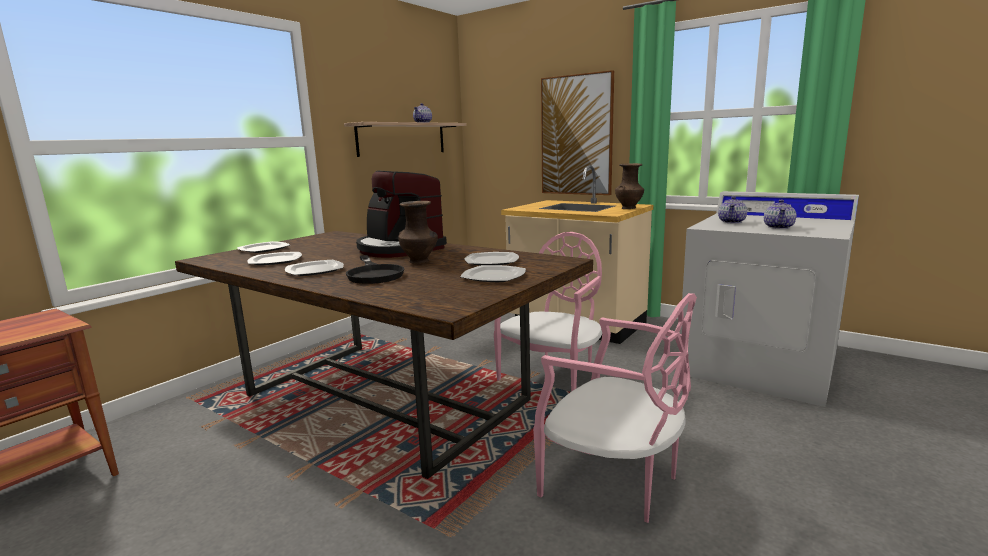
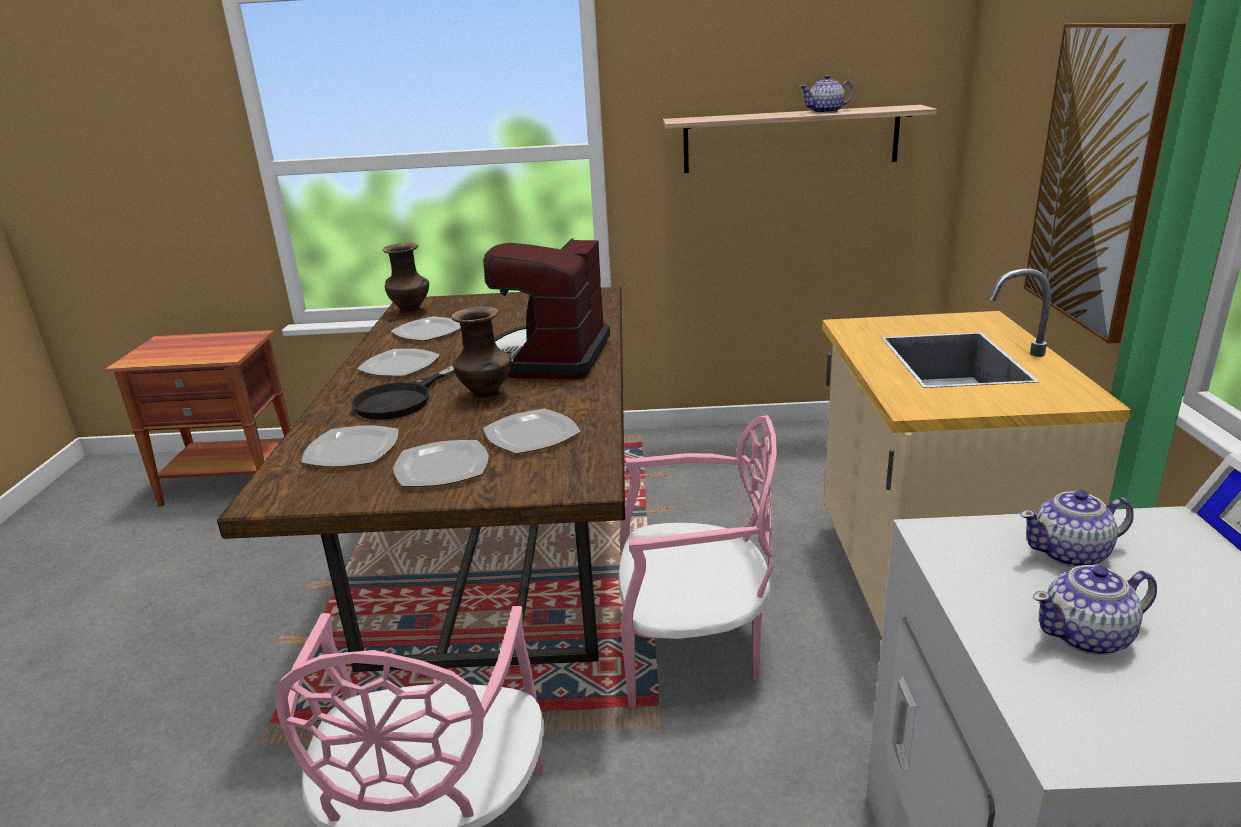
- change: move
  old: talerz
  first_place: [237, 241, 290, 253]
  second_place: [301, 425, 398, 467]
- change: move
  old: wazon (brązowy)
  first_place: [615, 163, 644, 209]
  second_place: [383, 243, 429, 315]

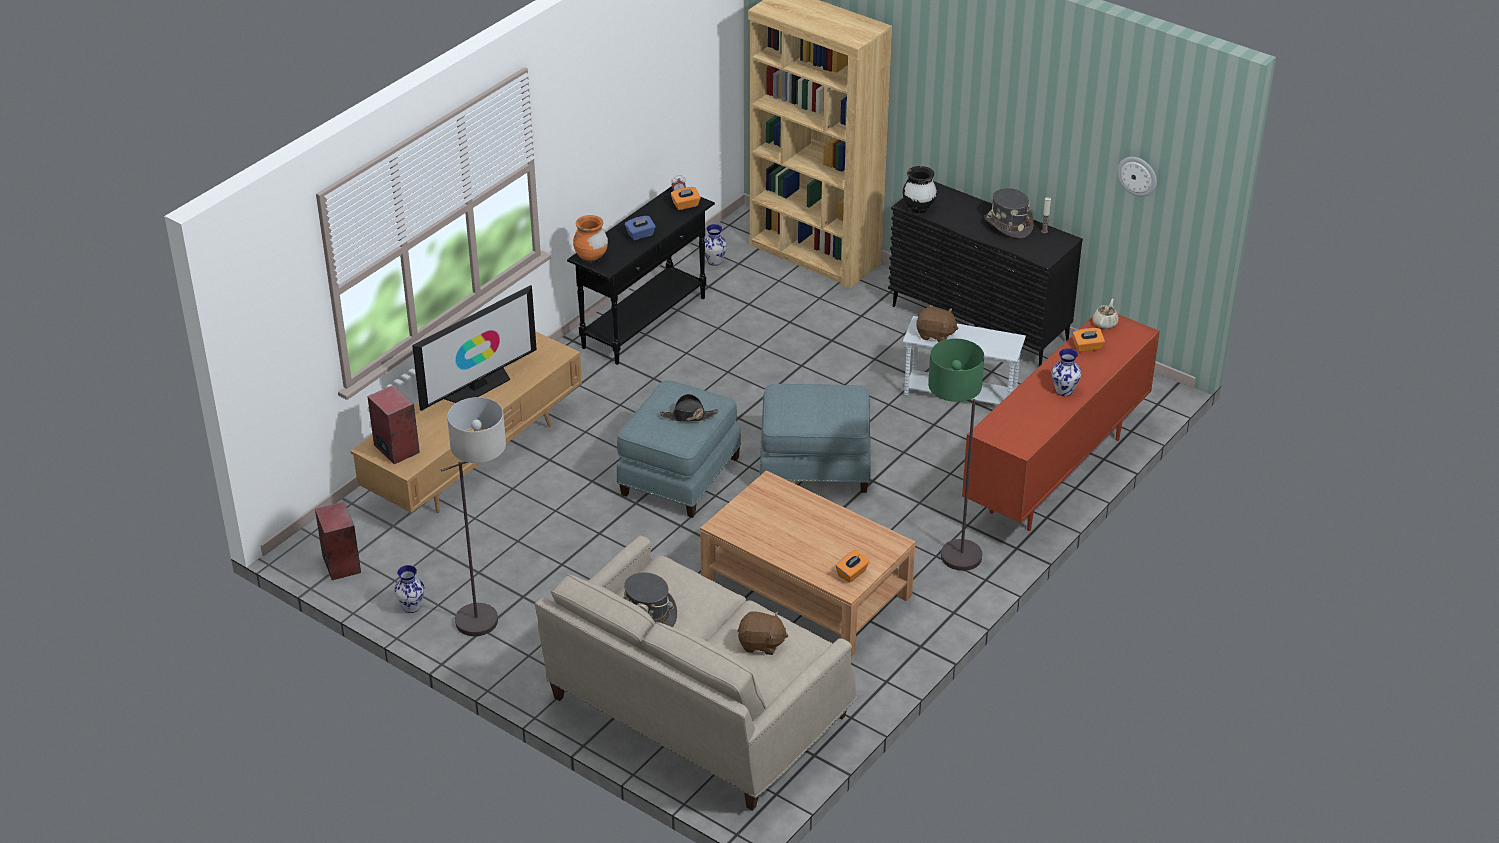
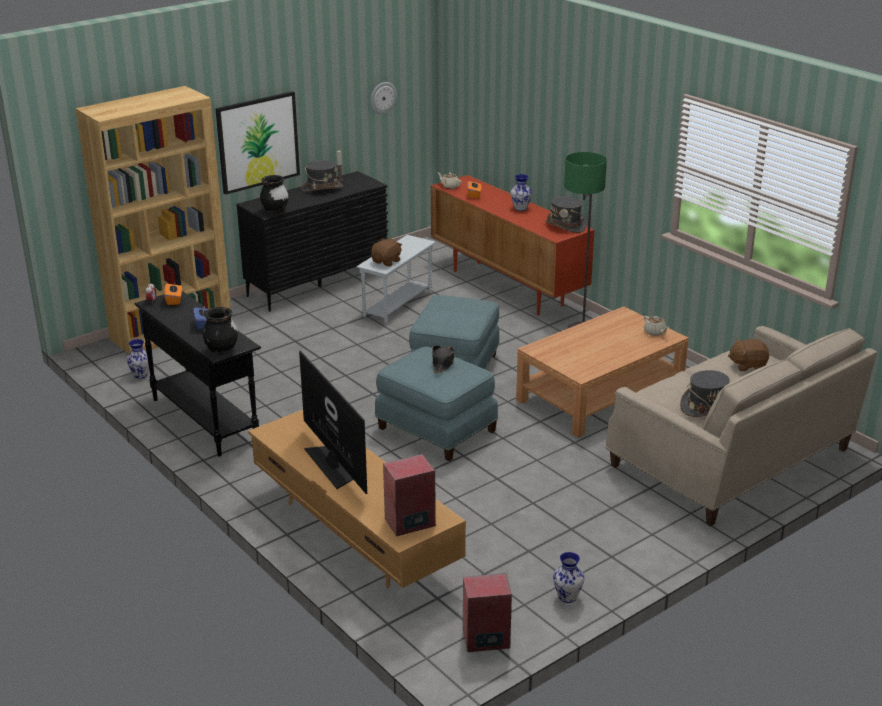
- change: recolor
  old: wazon (pomarańczowy)
  new: wazon (czarny)
  first_place: [573, 215, 608, 263]
  second_place: [203, 307, 238, 355]
- change: insert
  new: obraz
  second_place: [215, 91, 300, 195]
- change: insert
  new: kapelusz (szary)
  second_place: [545, 196, 586, 233]
- change: replace
  old: pudełko chusteczek (pomarańczowy)
  new: imbryk (beżowy)
  first_place: [836, 550, 869, 583]
  second_place: [644, 316, 669, 336]
- change: rotate
  old: pluszak (brązowy)
  first_place: [738, 611, 788, 655]
  second_place: [728, 339, 769, 371]
  degrees: -120
- change: delete
  old: lampa stojąca (szary)
  first_place: [441, 397, 506, 636]

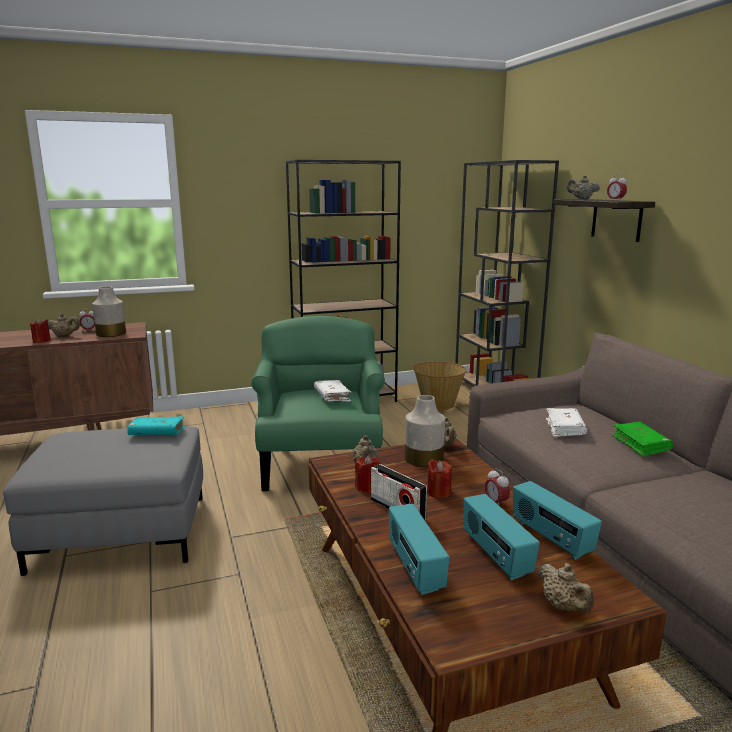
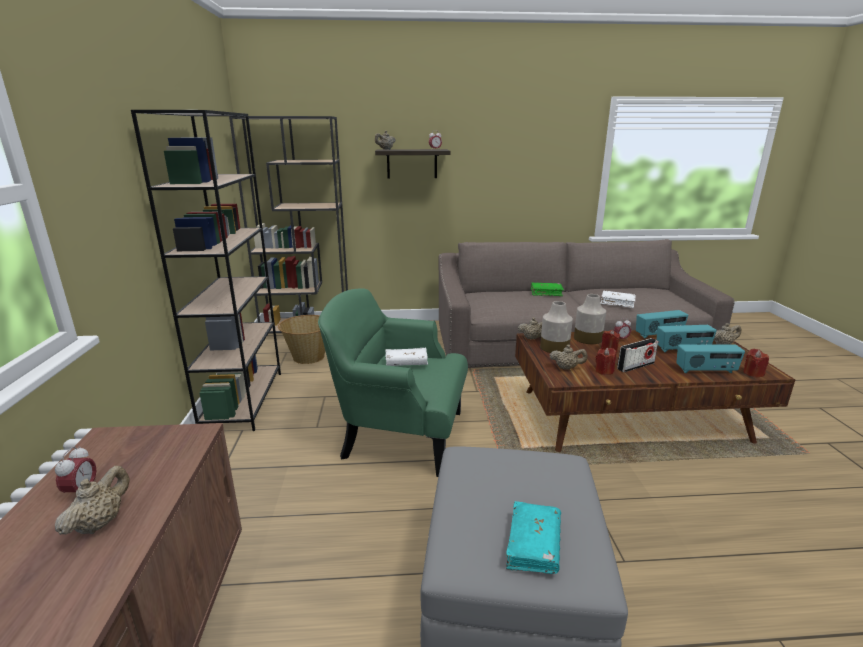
- change: move
  old: książka (turkusowy)
  first_place: [127, 416, 185, 435]
  second_place: [506, 501, 561, 574]
- change: move
  old: wazon (beżowy)
  first_place: [92, 286, 126, 337]
  second_place: [574, 294, 606, 344]
- change: move
  old: książka (biały)
  first_place: [546, 408, 587, 437]
  second_place: [600, 291, 636, 308]
- change: move
  old: świeca (czerwony)
  first_place: [30, 318, 51, 343]
  second_place: [743, 349, 769, 377]

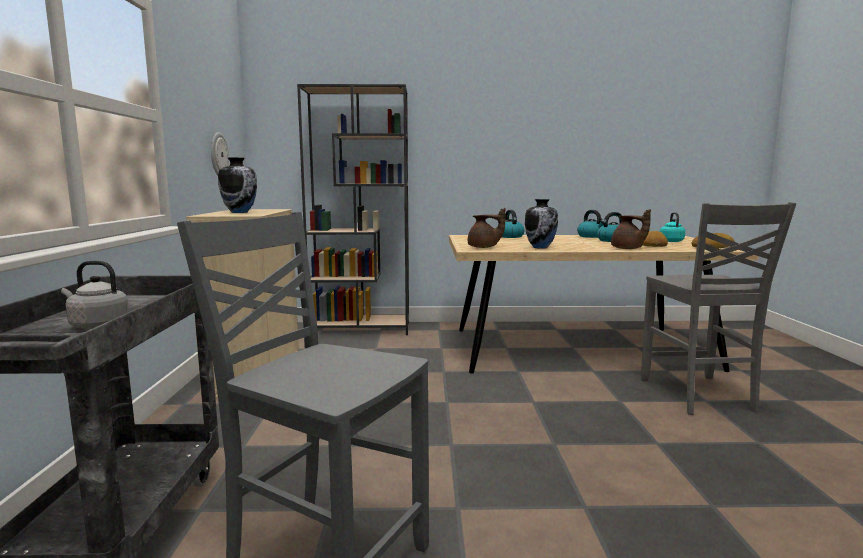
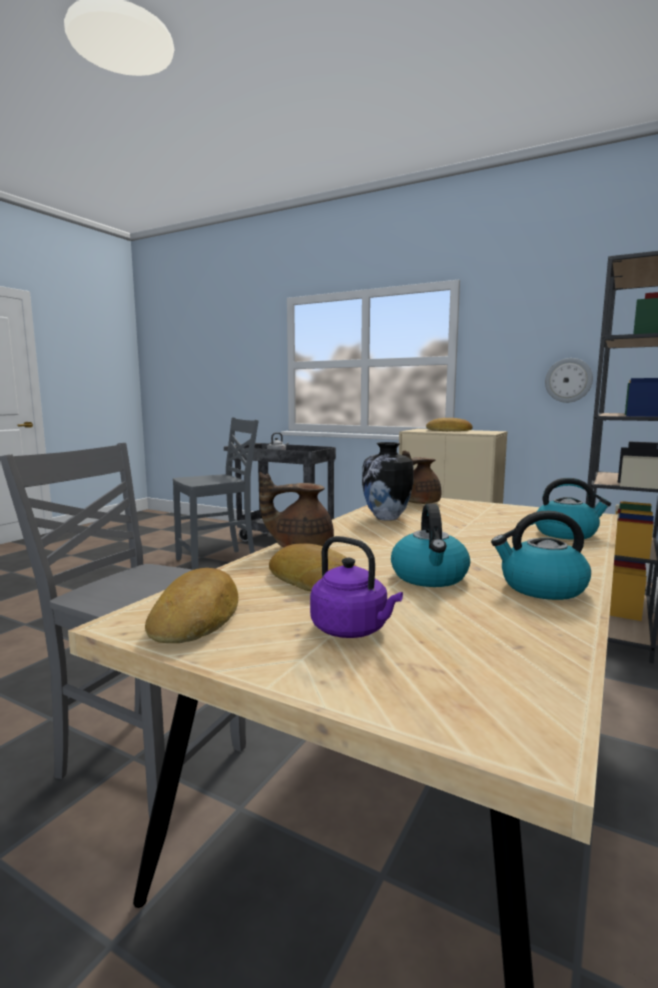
- change: recolor
  old: czajnik (turkusowy)
  new: czajnik (fioletowy)
  first_place: [660, 212, 685, 242]
  second_place: [310, 536, 403, 638]
- change: replace
  old: wazon
  new: chleb
  first_place: [218, 158, 257, 213]
  second_place: [426, 418, 473, 431]

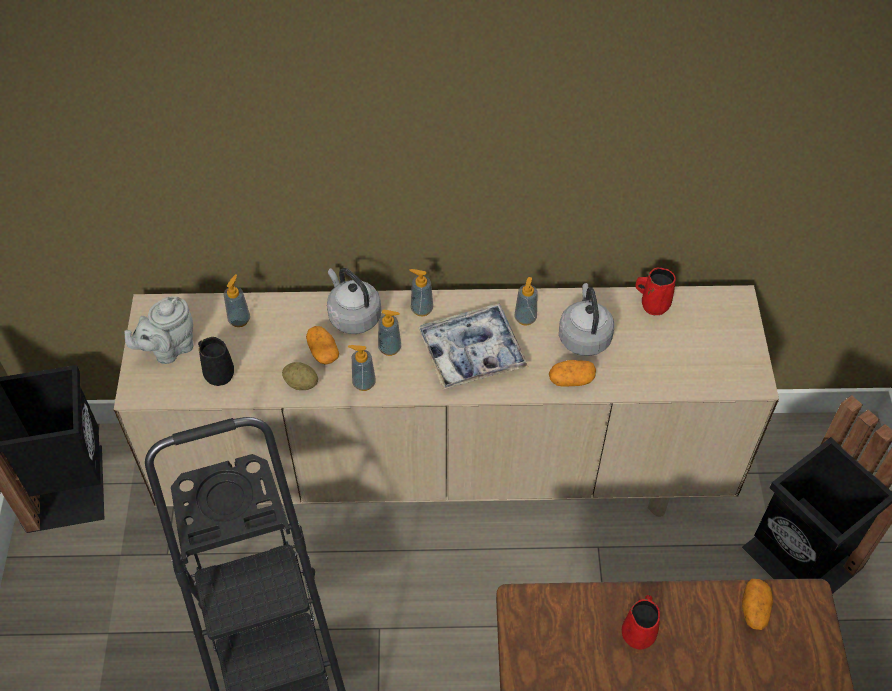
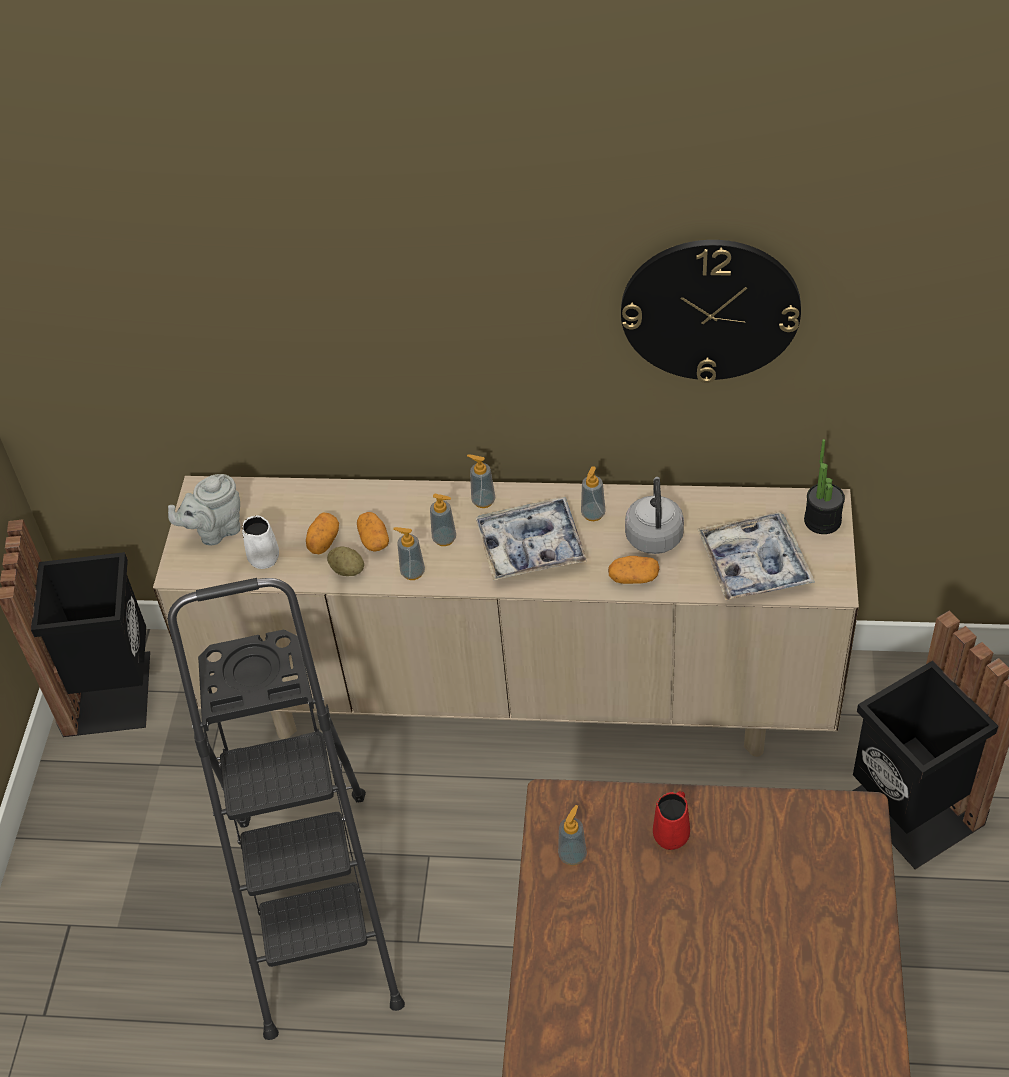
- change: recolor
  old: kubek (czarny)
  new: kubek (biały)
  first_place: [198, 337, 234, 386]
  second_place: [242, 515, 279, 569]
- change: move
  old: ziemniak
  first_place: [742, 579, 773, 630]
  second_place: [306, 512, 339, 554]
- change: move
  old: dozownik mydła
  first_place: [224, 274, 250, 327]
  second_place: [558, 805, 587, 866]
- change: insert
  new: zegar ścienny
  second_place: [621, 240, 801, 383]
- change: insert
  new: taca
  second_place: [697, 512, 815, 601]
- change: insert
  new: roślina doniczkowa
  second_place: [804, 439, 845, 534]
- change: delete
  old: czajnik (szary)
  first_place: [327, 268, 381, 334]
- change: delete
  old: kubek (czerwony)
  first_place: [635, 268, 676, 315]

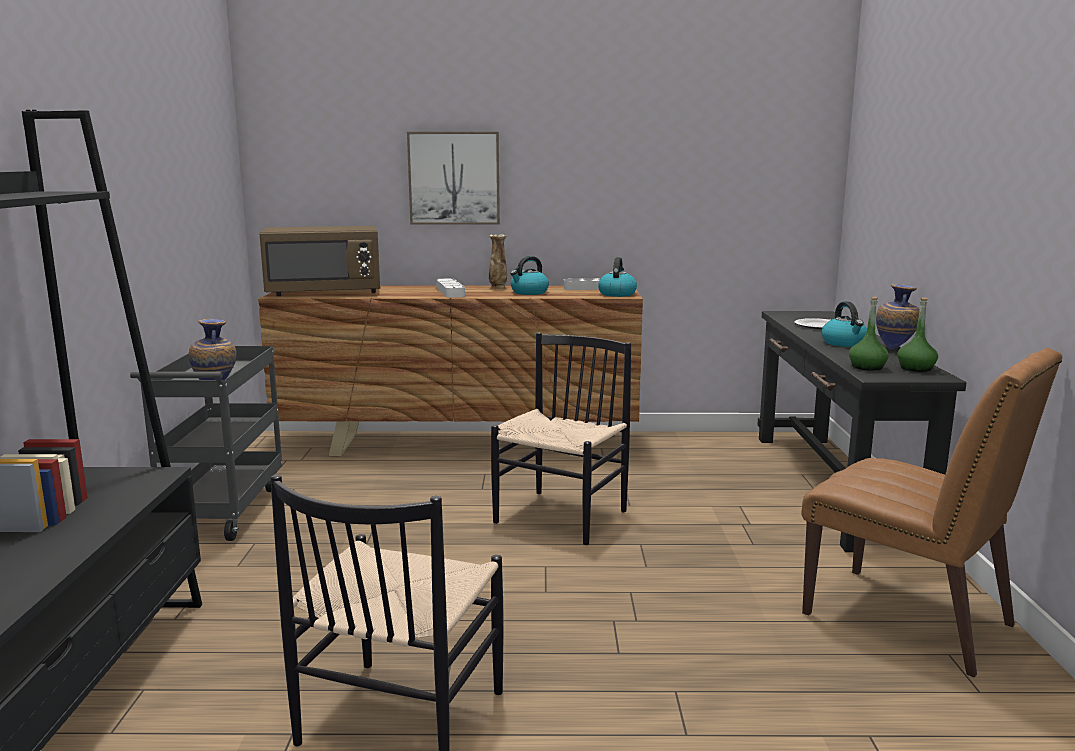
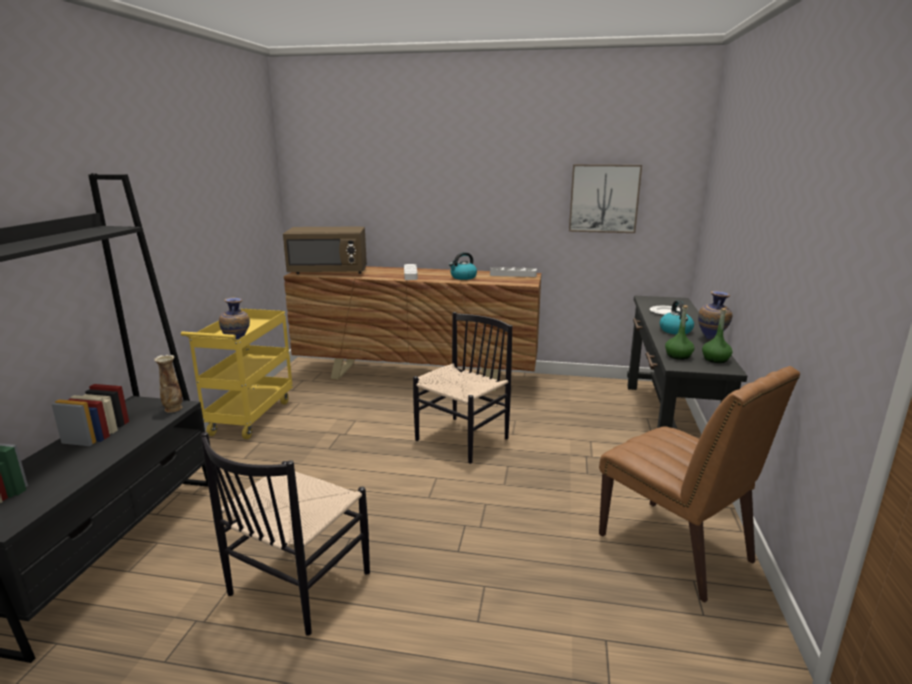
- change: move
  old: wazon
  first_place: [489, 234, 507, 289]
  second_place: [154, 355, 182, 413]
- change: recolor
  old: wózek (szary)
  new: wózek (żółty)
  first_place: [130, 346, 282, 541]
  second_place: [181, 309, 293, 439]
- change: move
  old: obraz
  first_place: [407, 132, 500, 224]
  second_place: [569, 164, 642, 233]
- change: delete
  old: czajnik
  first_place: [598, 257, 637, 297]

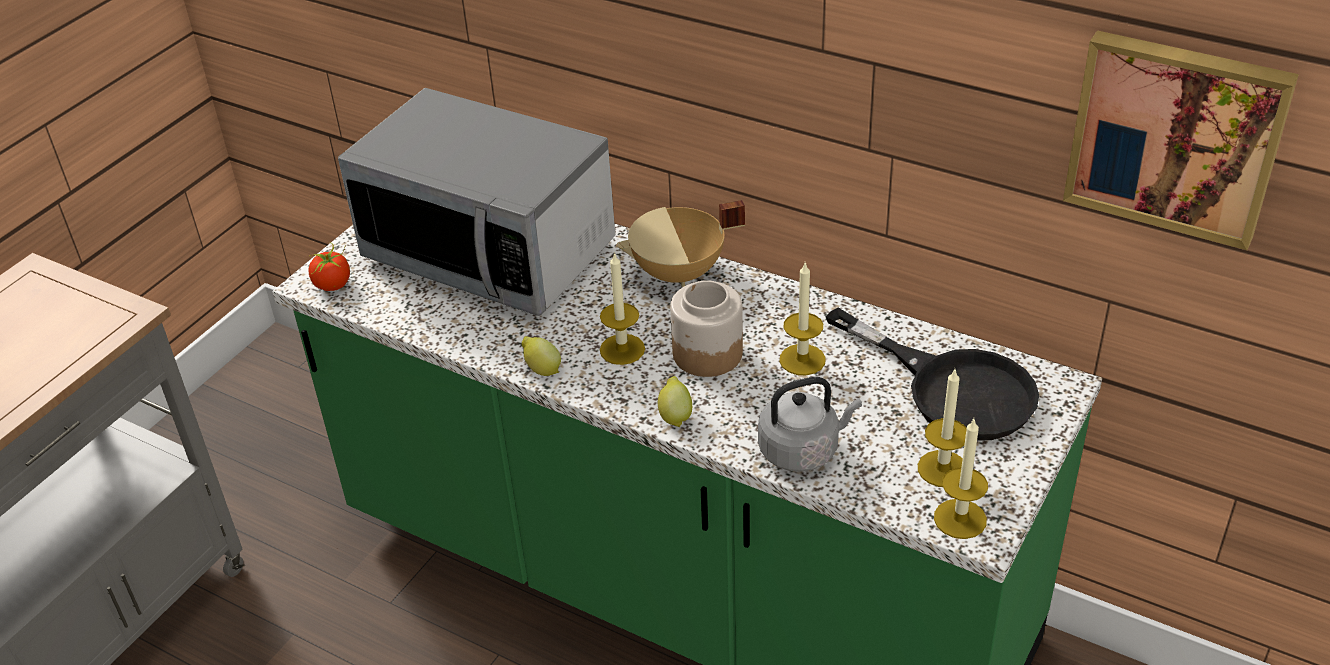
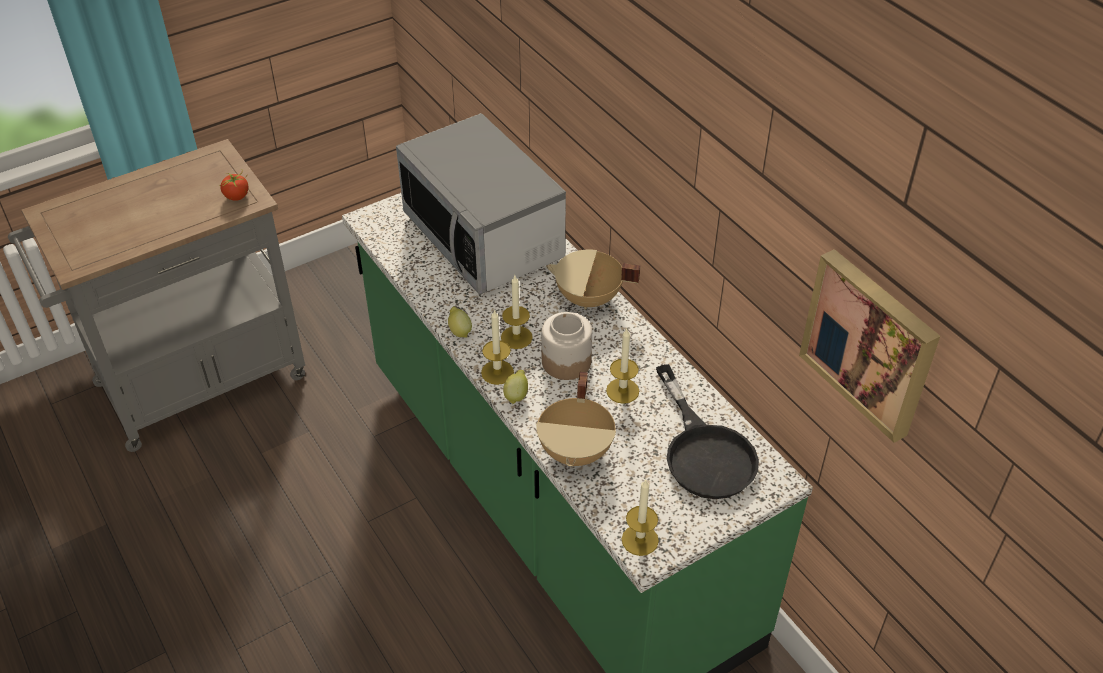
- change: move
  old: pomidor
  first_place: [309, 243, 350, 291]
  second_place: [219, 169, 249, 201]
- change: move
  old: świeca
  first_place: [918, 370, 967, 487]
  second_place: [481, 309, 514, 385]
- change: replace
  old: czajnik (szary)
  new: garnek (beżowy)
  first_place: [758, 377, 862, 472]
  second_place: [536, 372, 616, 466]

